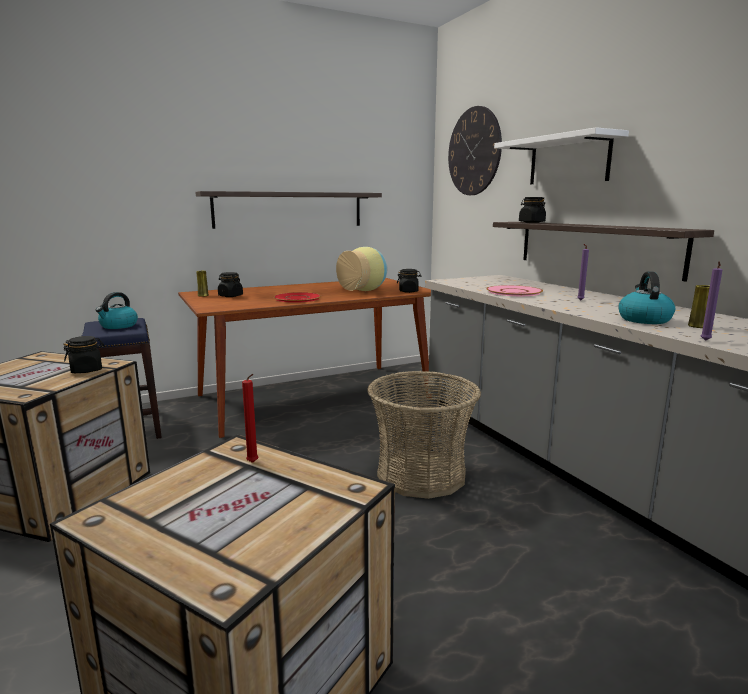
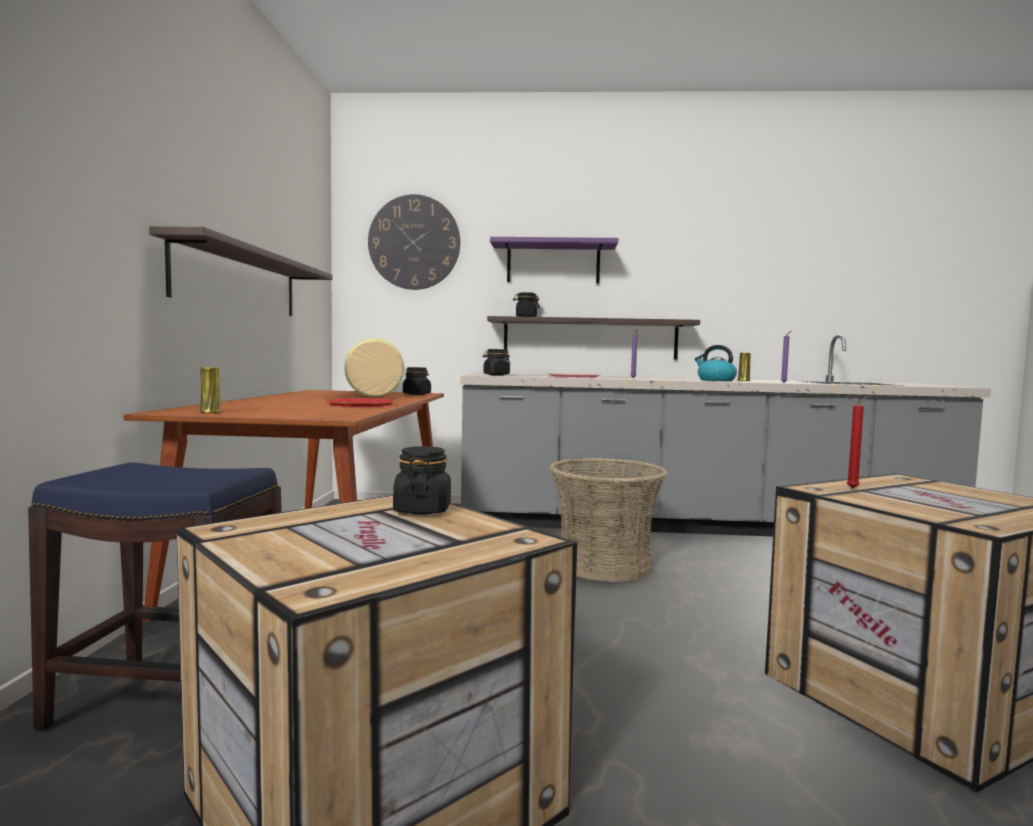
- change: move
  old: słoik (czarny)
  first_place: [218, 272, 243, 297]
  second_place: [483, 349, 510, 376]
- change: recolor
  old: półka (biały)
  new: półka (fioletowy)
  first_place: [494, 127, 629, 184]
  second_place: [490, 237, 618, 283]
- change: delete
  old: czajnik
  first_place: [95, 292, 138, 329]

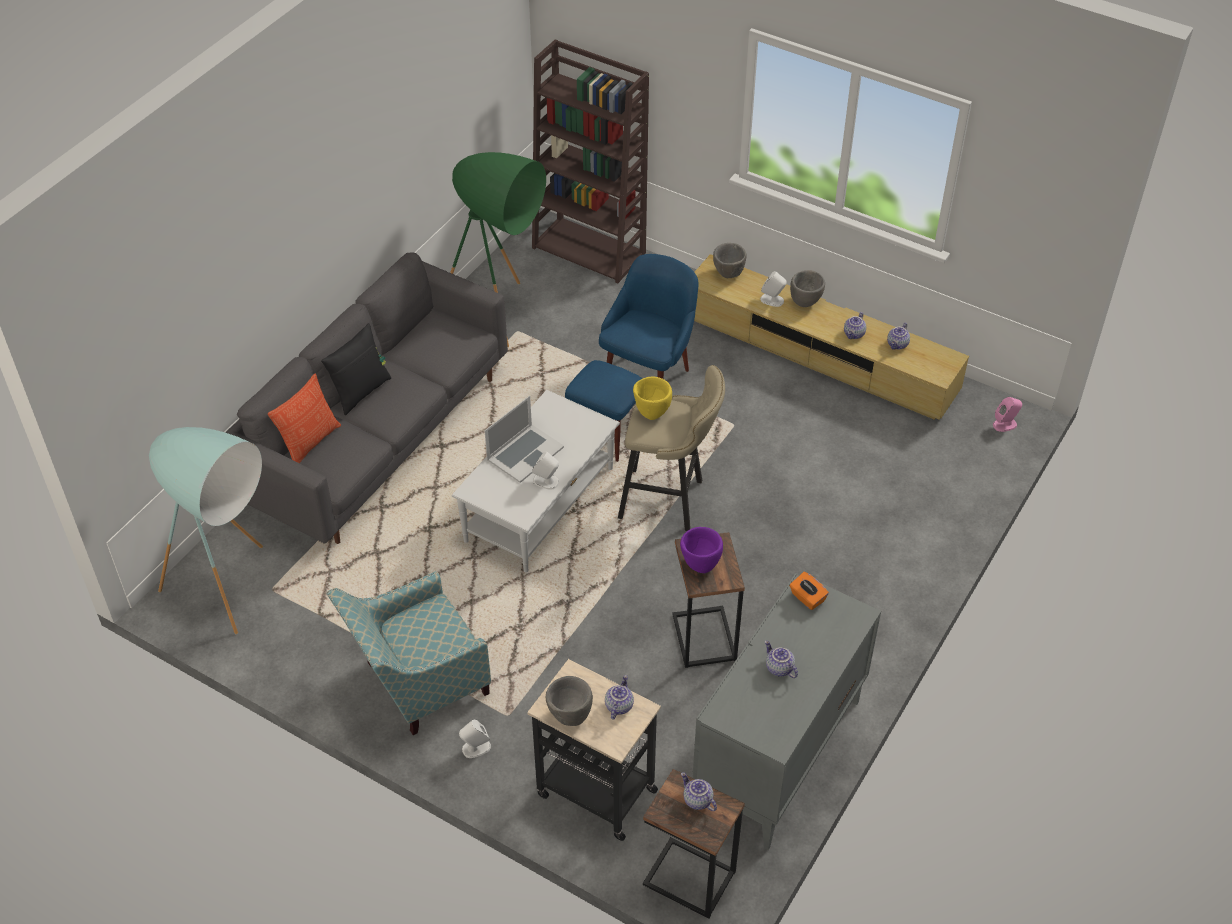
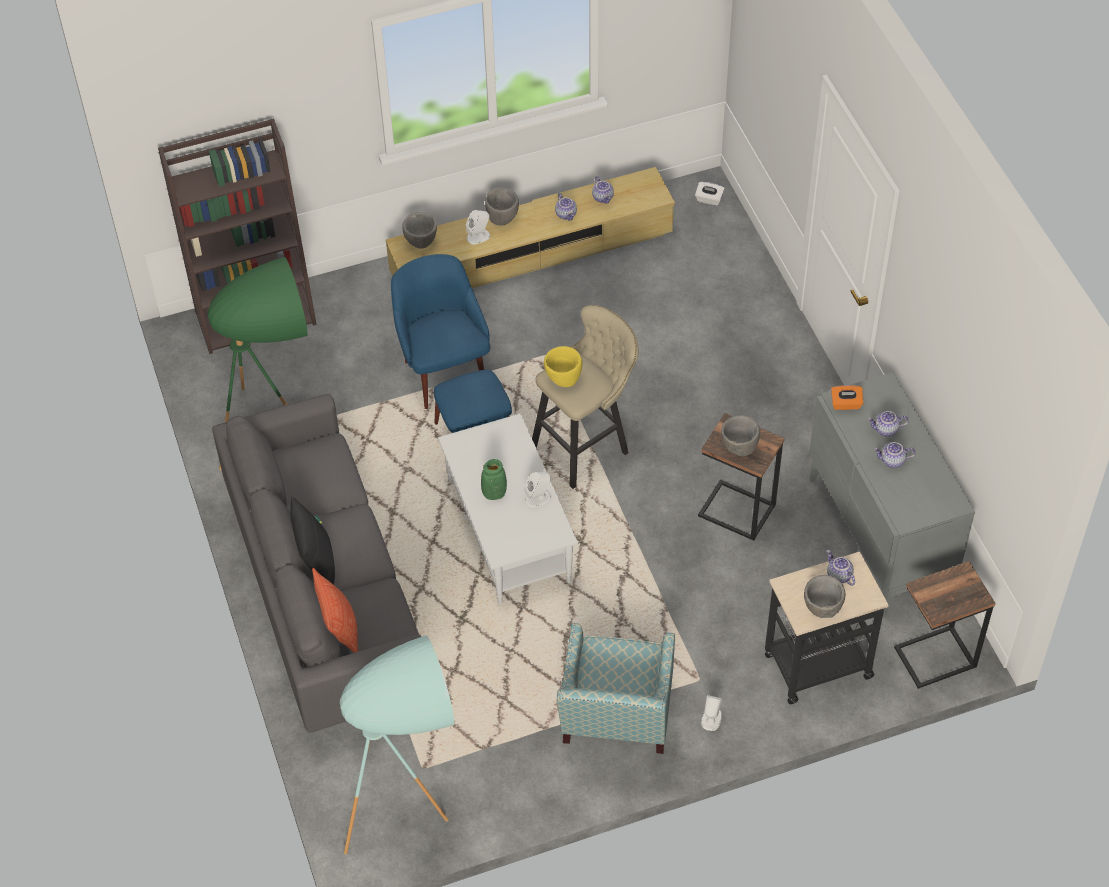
- change: replace
  old: laptop
  new: wazon (zielony)
  first_place: [484, 396, 564, 483]
  second_place: [481, 459, 507, 500]
- change: replace
  old: głośnik (różowy)
  new: pudełko chusteczek (biały)
  first_place: [993, 397, 1022, 432]
  second_place: [695, 182, 725, 206]
- change: recolor
  old: miska (fioletowy)
  new: miska (szary)
  first_place: [680, 527, 723, 573]
  second_place: [721, 415, 760, 456]
- change: move
  old: imbryk
  first_place: [681, 772, 717, 811]
  second_place: [867, 411, 909, 436]

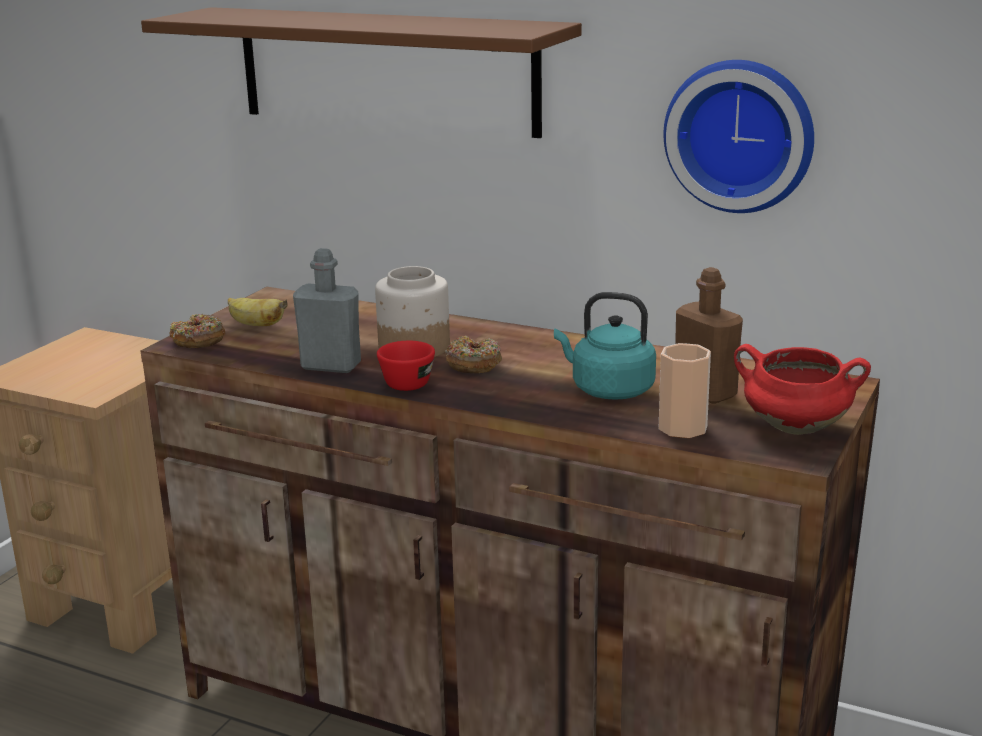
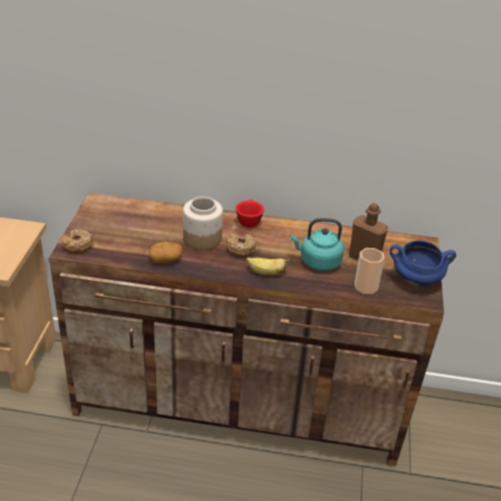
- change: replace
  old: butelka (szary)
  new: ziemniak
  first_place: [293, 248, 361, 373]
  second_place: [149, 241, 183, 263]
- change: move
  old: filiżanka (czerwony)
  first_place: [377, 341, 435, 391]
  second_place: [236, 200, 264, 227]
- change: move
  old: banan
  first_place: [228, 298, 288, 326]
  second_place: [246, 257, 289, 275]
- change: recolor
  old: garnek (czerwony)
  new: garnek (niebieski)
  first_place: [734, 344, 871, 435]
  second_place: [390, 240, 456, 286]
- change: delete
  old: półka (brązowy)
  first_place: [141, 7, 582, 138]
- change: delete
  old: zegar ścienny
  first_place: [663, 60, 814, 213]

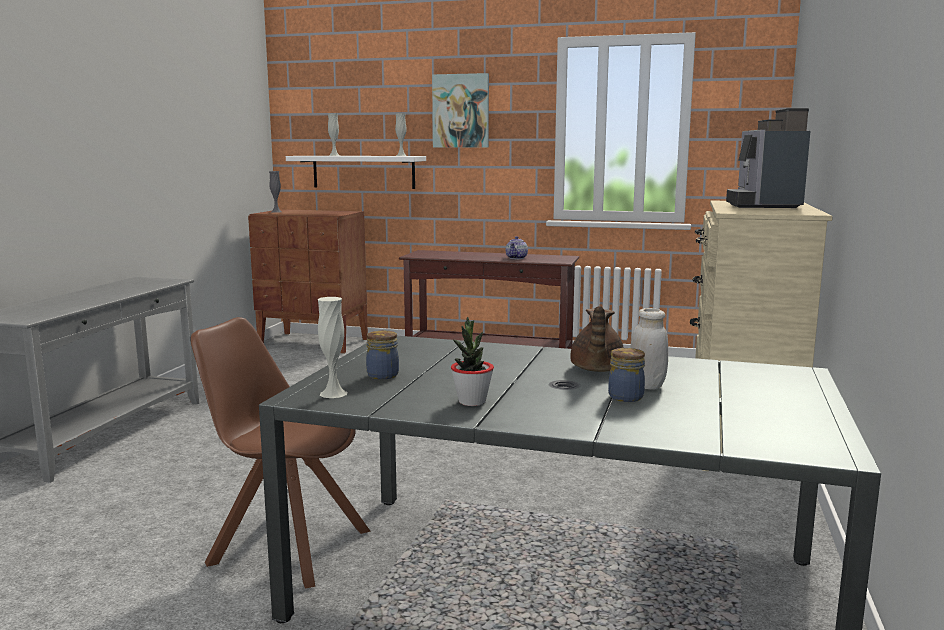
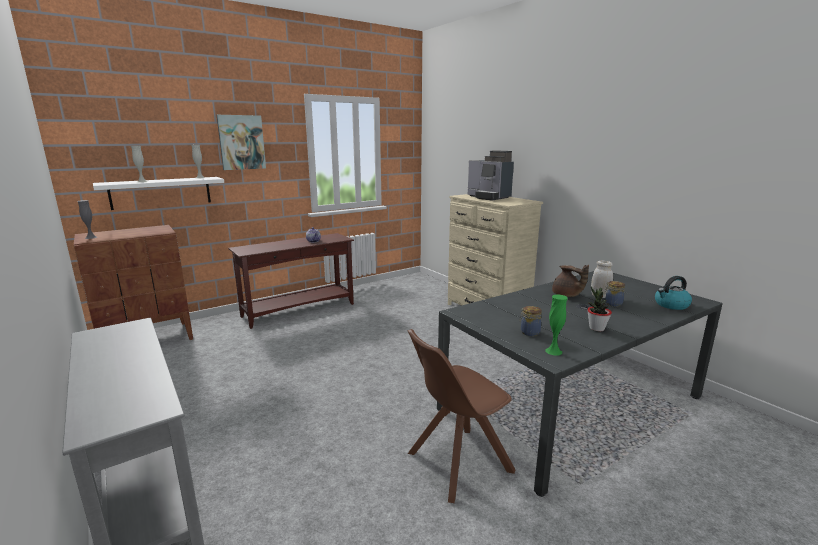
- change: recolor
  old: wazon (biały)
  new: wazon (zielony)
  first_place: [318, 297, 348, 398]
  second_place: [545, 294, 568, 355]
- change: insert
  new: czajnik
  second_place: [655, 276, 692, 310]

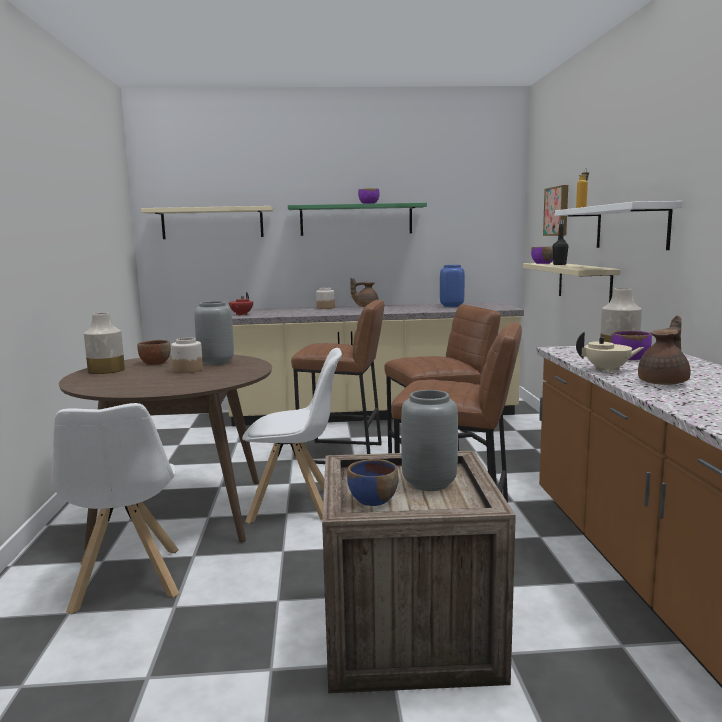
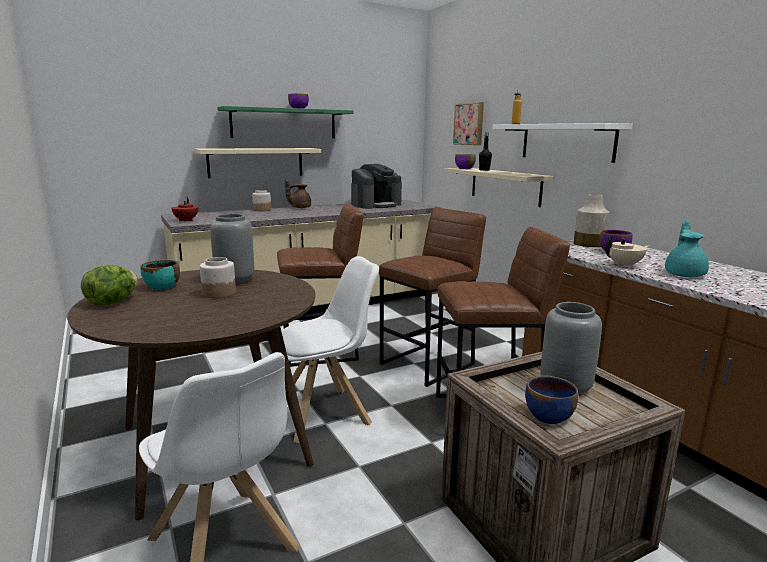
- change: replace
  old: wazon (beżowy)
  new: sałata
  first_place: [84, 313, 125, 374]
  second_place: [81, 265, 138, 305]
- change: recolor
  old: miska (brązowy)
  new: miska (turkusowy)
  first_place: [137, 340, 171, 365]
  second_place: [140, 260, 180, 290]
- change: move
  old: półka (beżowy)
  first_place: [141, 206, 273, 239]
  second_place: [194, 148, 321, 178]
- change: replace
  old: wazon (niebieski)
  new: ekspres do kawy
  first_place: [440, 265, 465, 307]
  second_place: [351, 164, 402, 209]
- change: recolor
  old: imbryk (brązowy)
  new: imbryk (turkusowy)
  first_place: [638, 315, 691, 385]
  second_place: [665, 220, 709, 277]

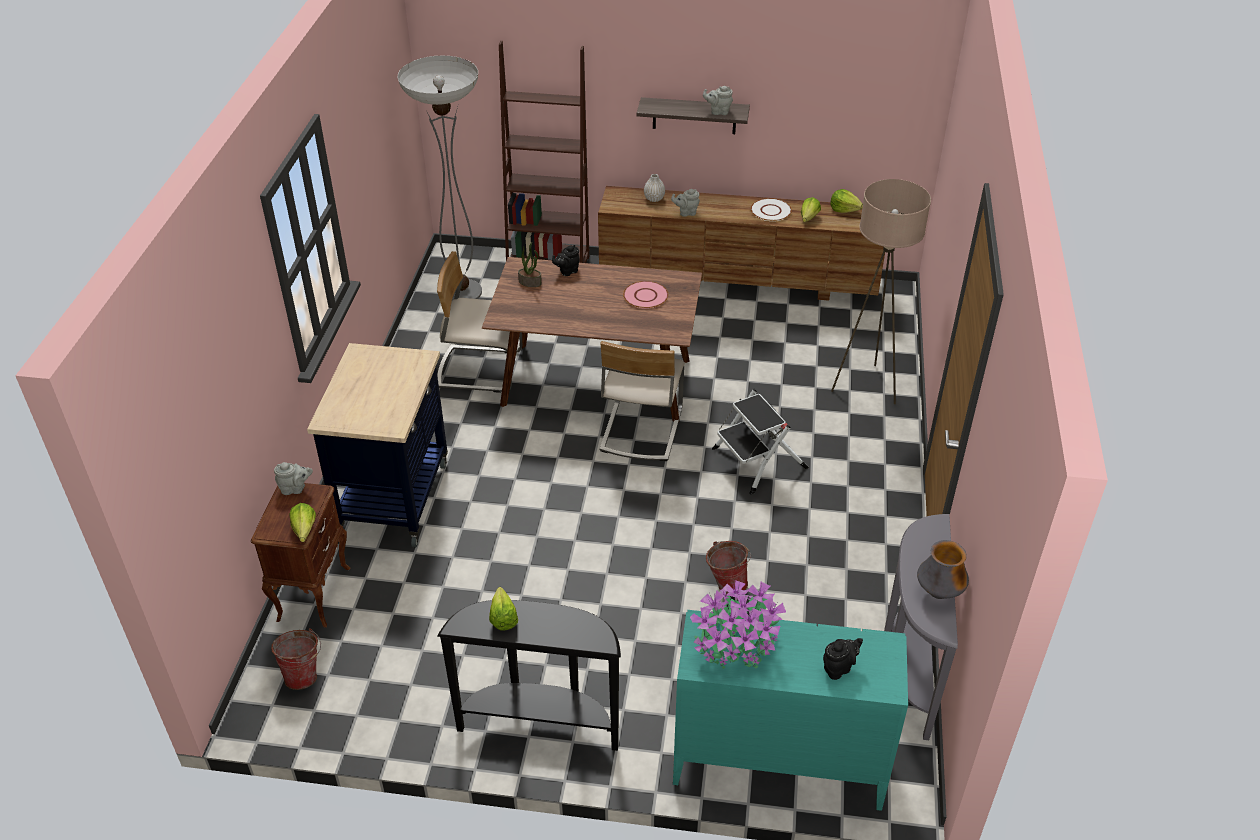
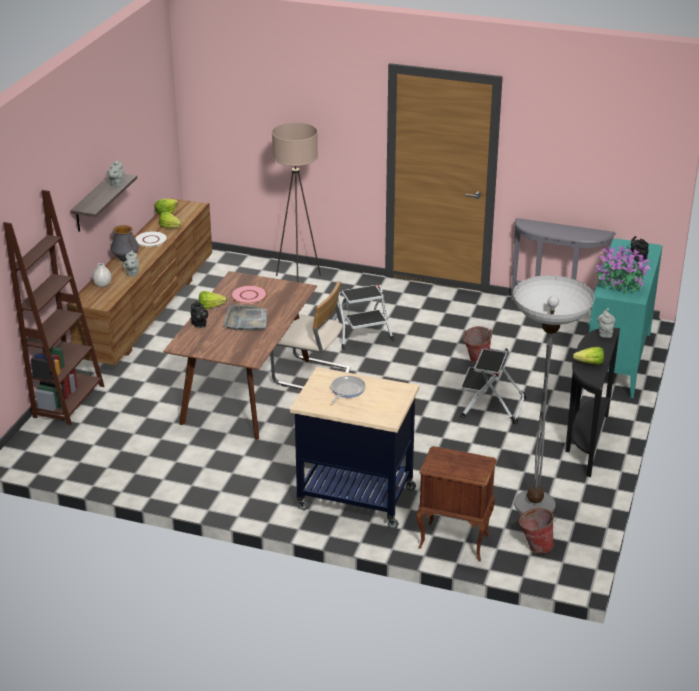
- change: move
  old: wazon
  first_place: [917, 540, 969, 599]
  second_place: [110, 225, 139, 262]
- change: move
  old: sałata
  first_place: [289, 503, 316, 542]
  second_place: [199, 291, 227, 309]
- change: insert
  new: taca (szary)
  second_place: [223, 305, 267, 330]
- change: insert
  new: patelnia
  second_place: [331, 376, 366, 403]
- change: insert
  new: drabinka
  second_place: [460, 348, 527, 425]
- change: move
  old: lampa stojąca
  first_place: [398, 56, 482, 301]
  second_place: [514, 275, 595, 513]
- change: move
  old: imbryk (szary)
  first_place: [274, 462, 313, 495]
  second_place: [597, 308, 615, 338]
- change: delete
  old: krzesło (beżowy)
  first_place: [437, 251, 522, 393]
- change: delete
  old: roślina doniczkowa
  first_place: [518, 242, 542, 287]

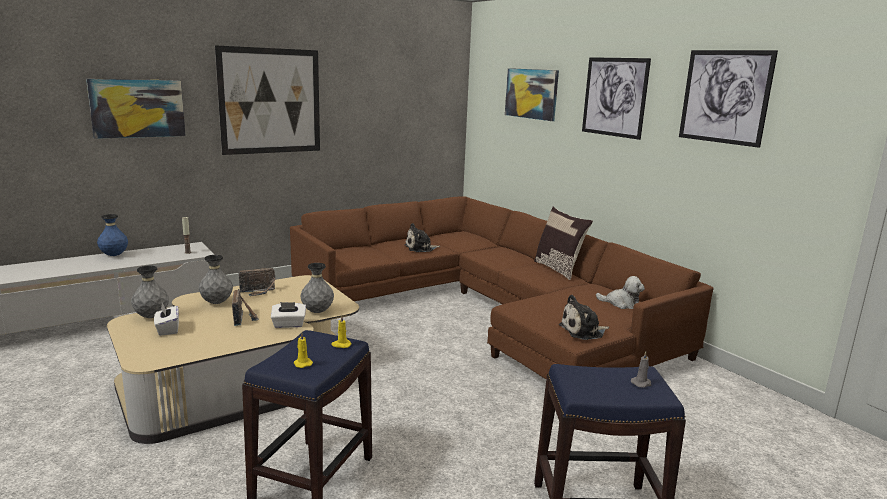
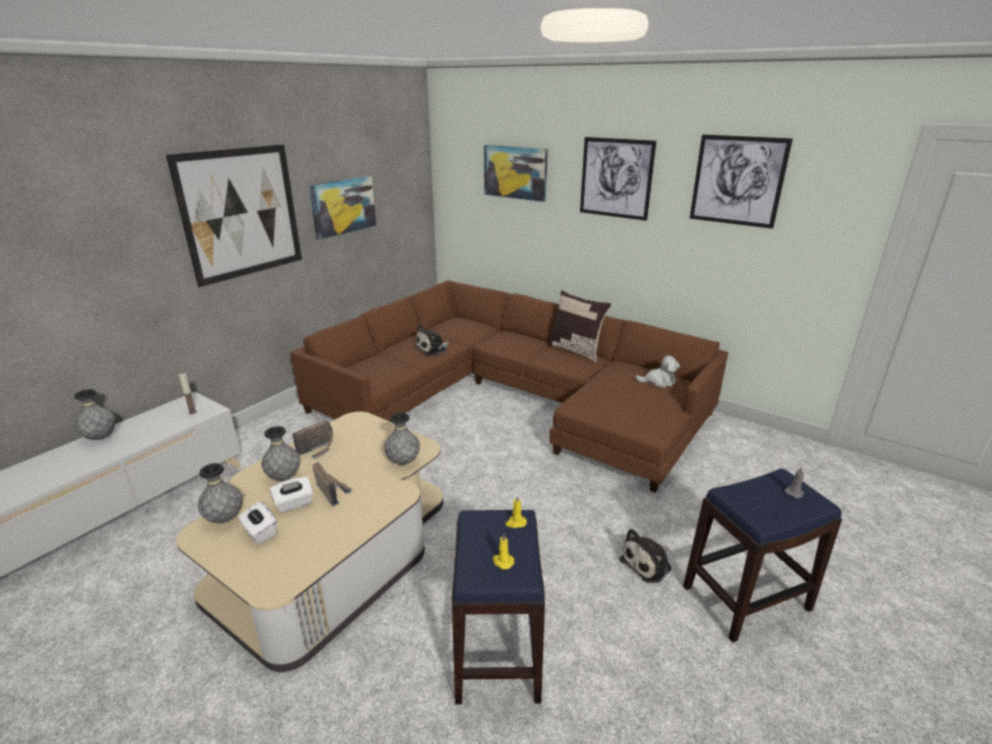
- change: recolor
  old: wazon (niebieski)
  new: wazon (szary)
  first_place: [97, 214, 128, 256]
  second_place: [74, 389, 116, 440]
- change: move
  old: pudełko chusteczek (biały)
  first_place: [271, 302, 306, 328]
  second_place: [269, 477, 313, 513]
- change: move
  old: obraz
  first_place: [86, 79, 186, 139]
  second_place: [309, 176, 376, 240]
- change: move
  old: pluszak
  first_place: [559, 295, 609, 340]
  second_place: [620, 529, 672, 583]

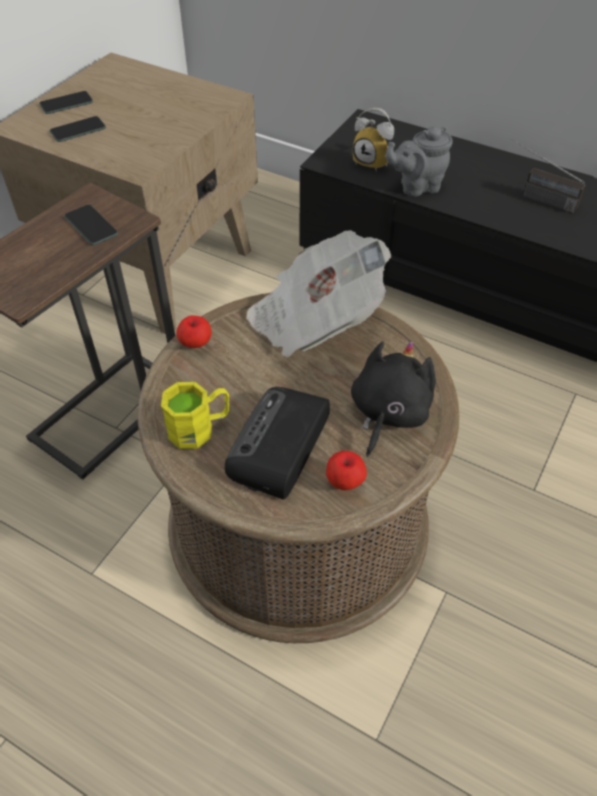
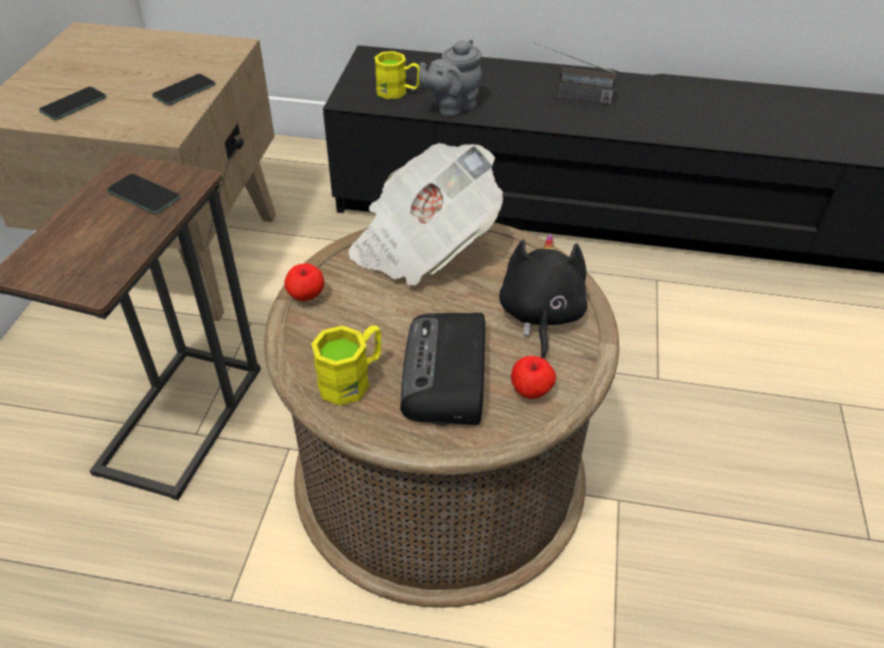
- change: move
  old: telefon
  first_place: [39, 91, 93, 114]
  second_place: [152, 74, 215, 105]
- change: replace
  old: budzik
  new: kubek (żółty)
  first_place: [353, 108, 394, 172]
  second_place: [375, 51, 420, 99]

